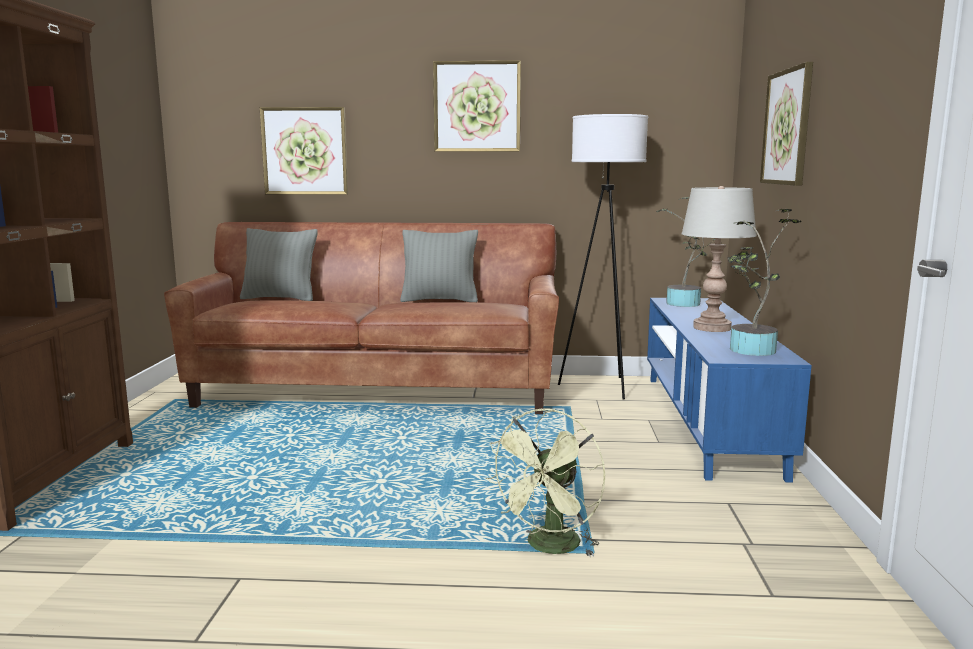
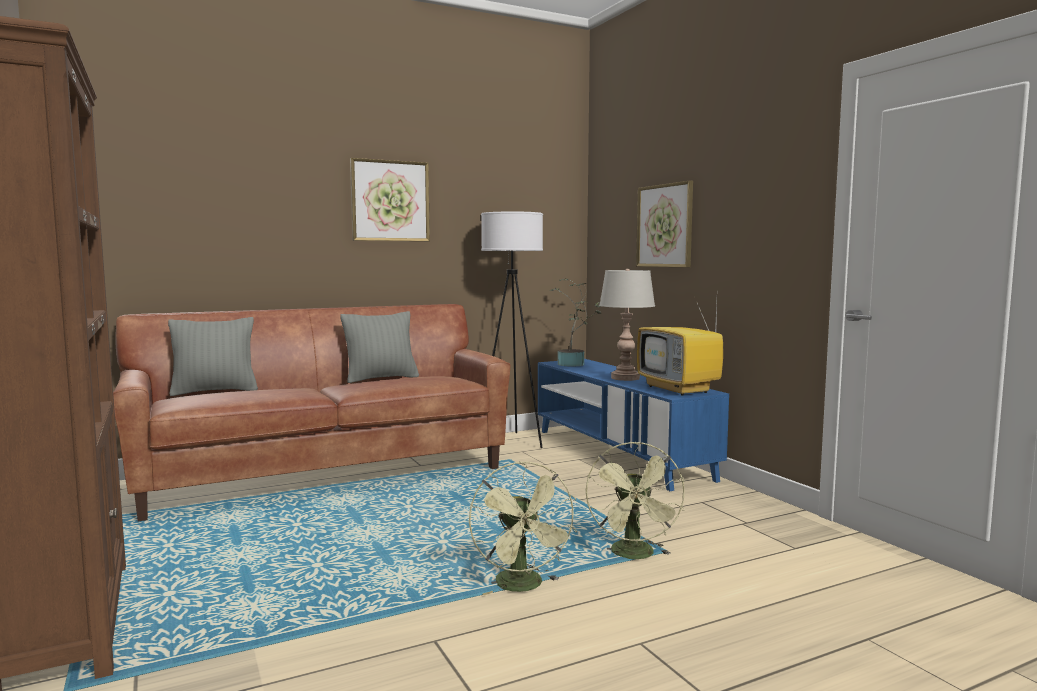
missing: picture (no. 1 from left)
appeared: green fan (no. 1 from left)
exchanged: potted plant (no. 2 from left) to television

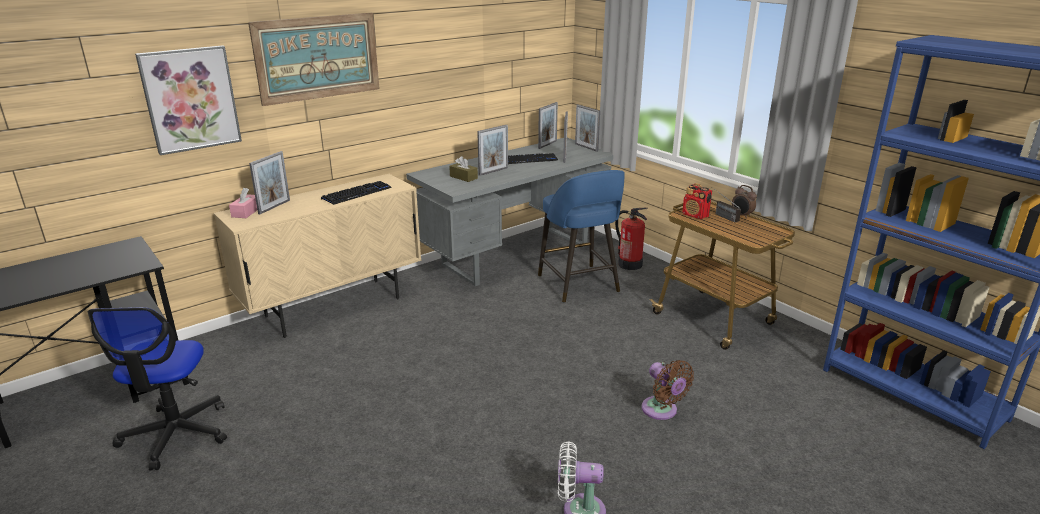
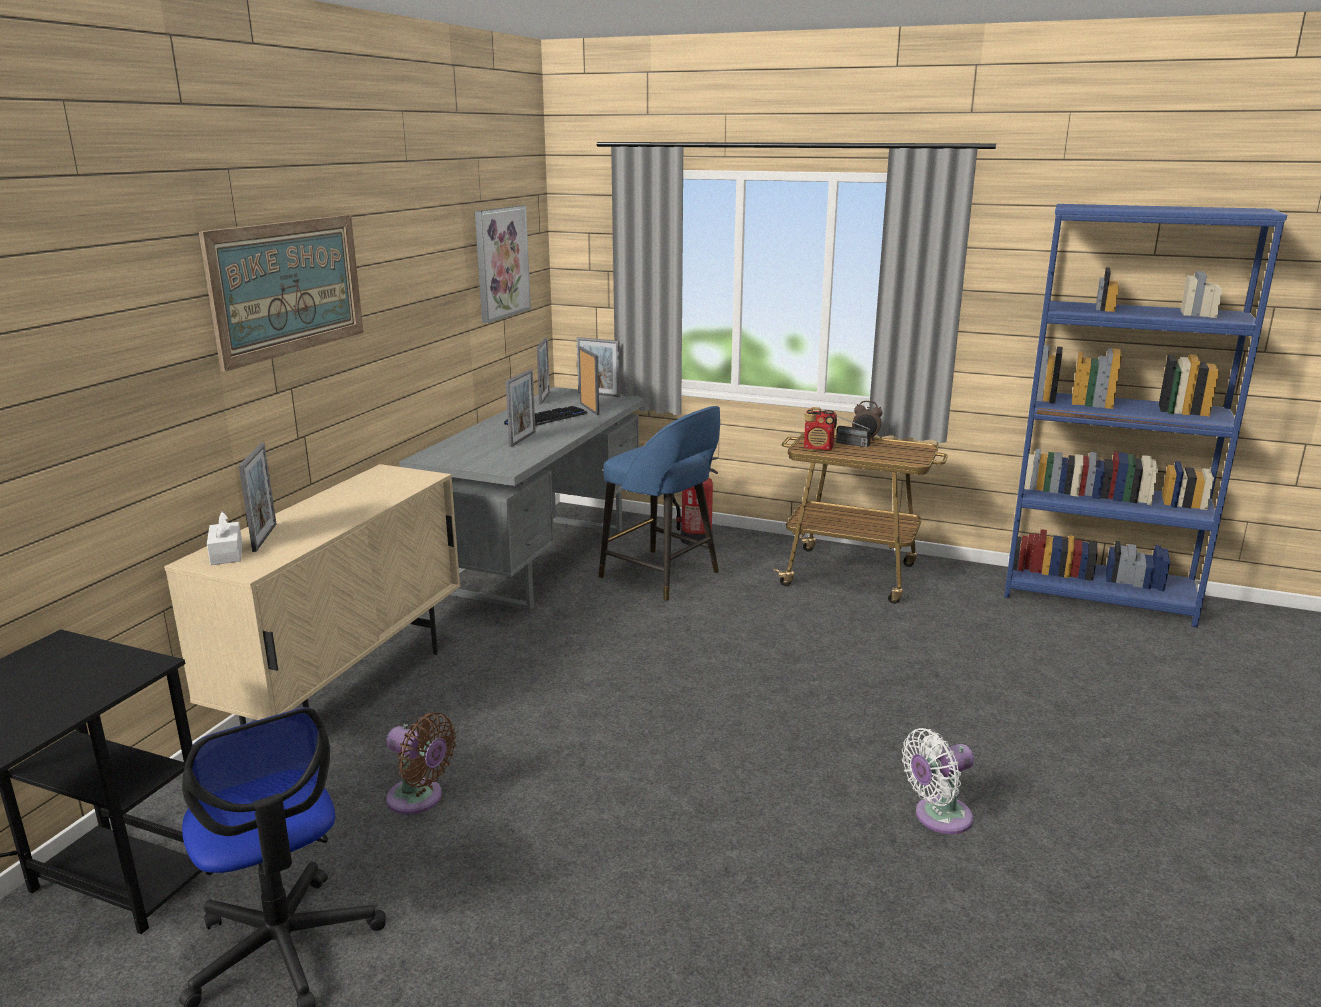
missing: keyboard (no. 1 from left); brown tissue box
relocated: brown fan; picture (no. 1 from left in the first image) to picture (no. 2 from left)
colour: pink tissue box to white tissue box

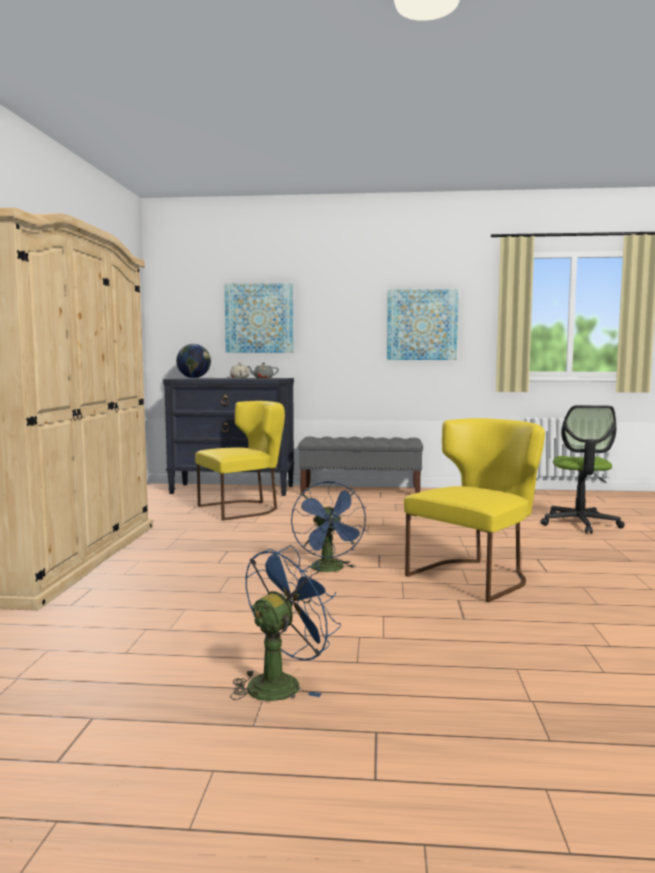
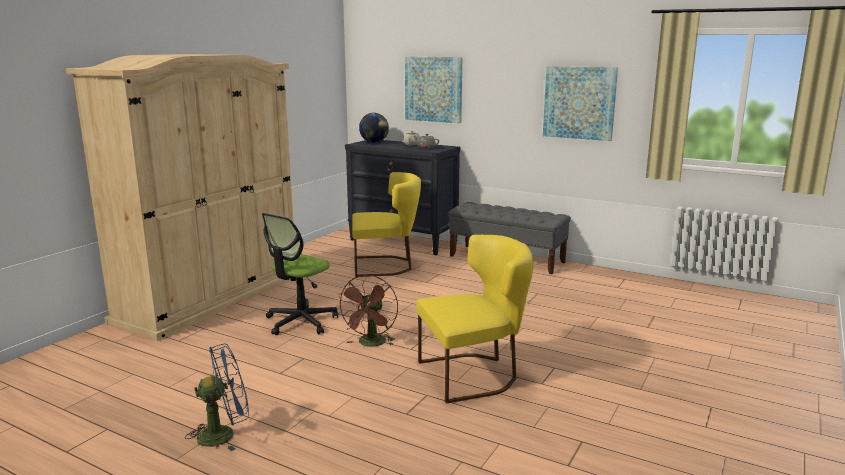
relocated: office chair
colour: blue fan (no. 2 from left) to brown fan

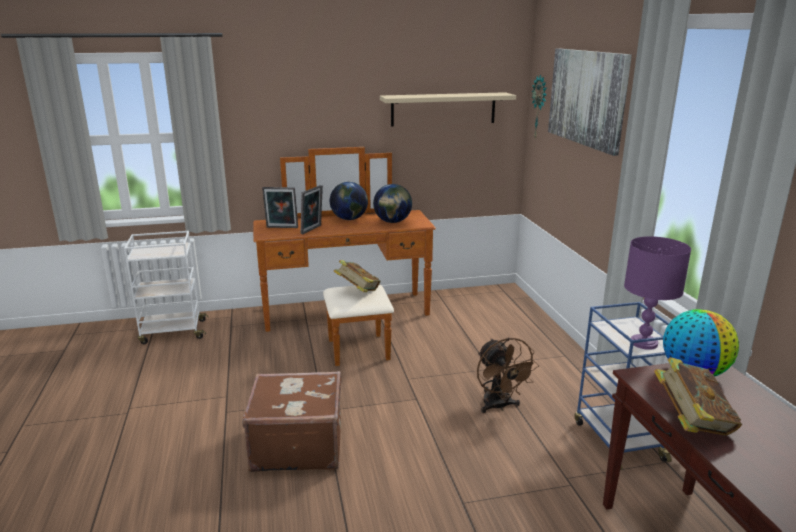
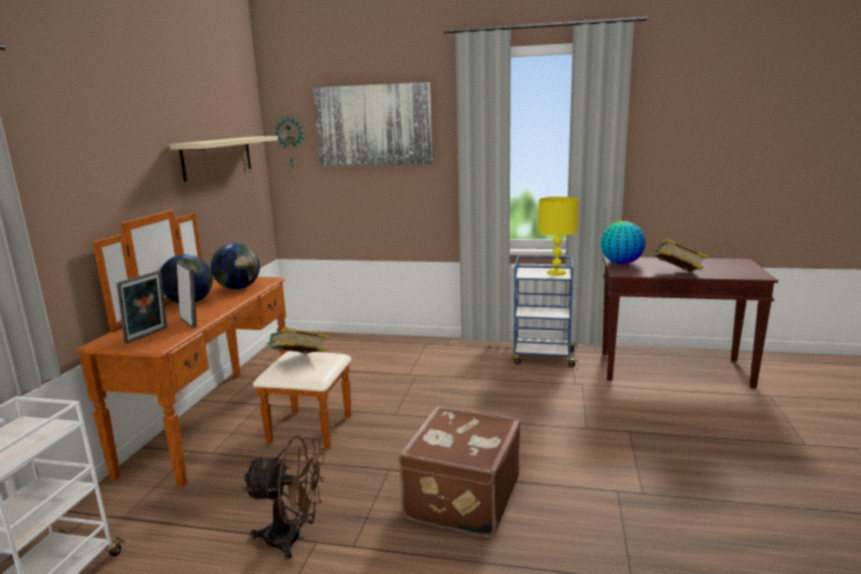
relocated: brown fan
colour: purple table lamp to yellow table lamp

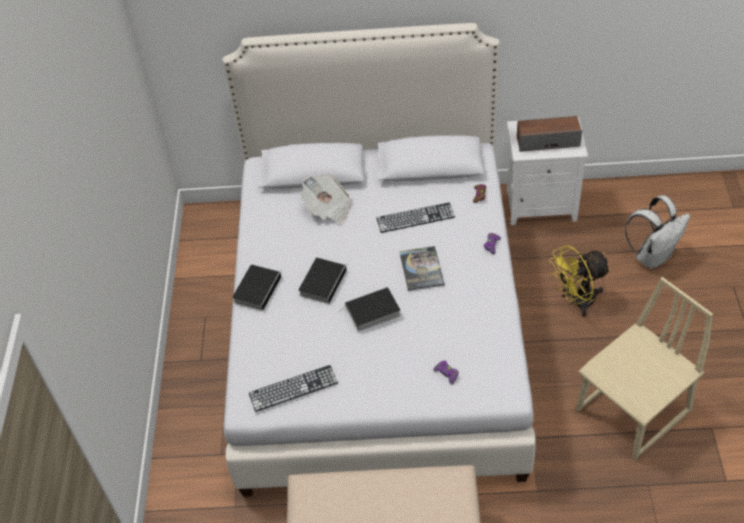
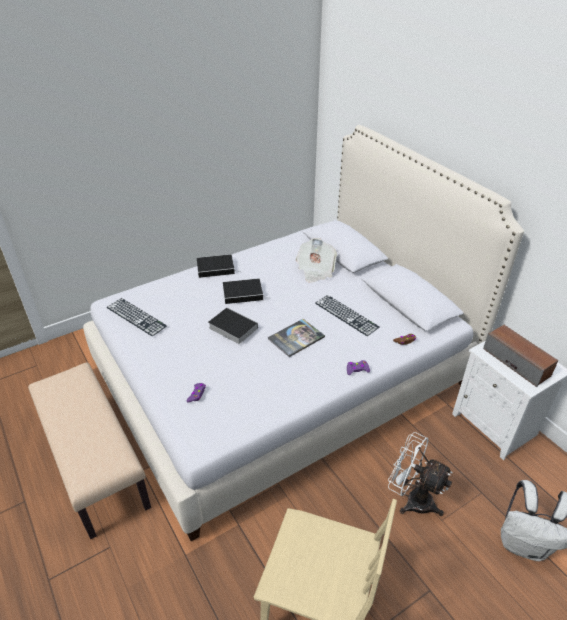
colour: yellow fan to white fan

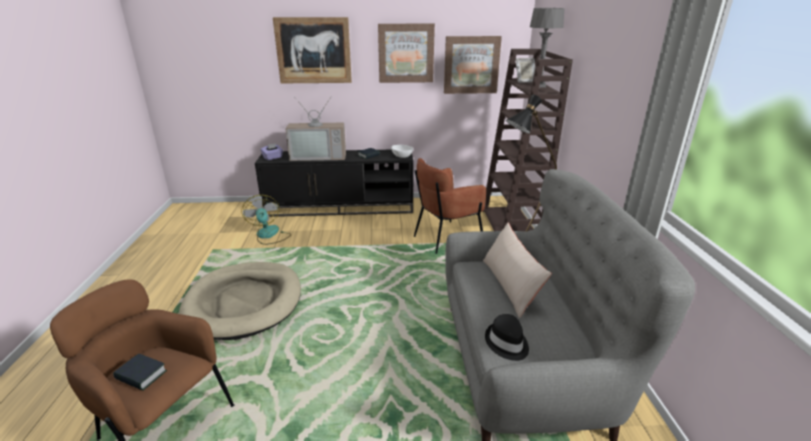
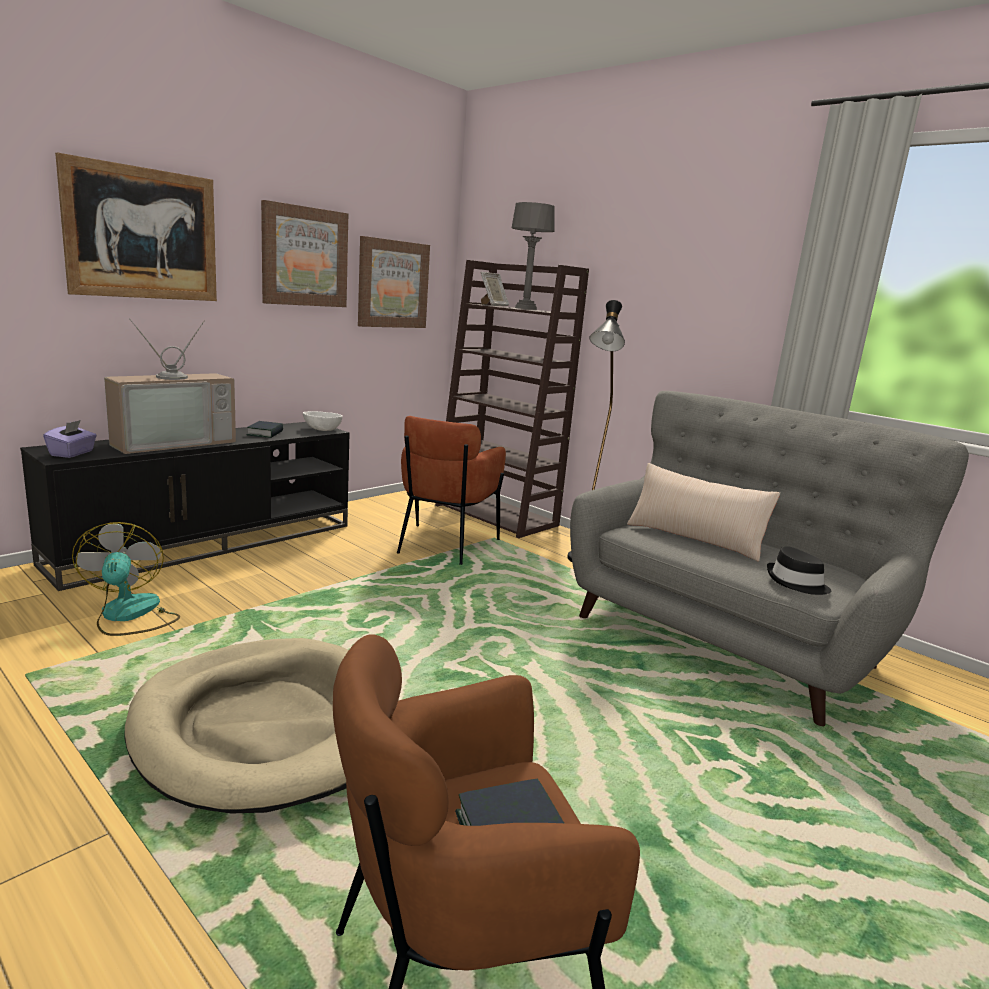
spun: fan 45 degrees clockwise

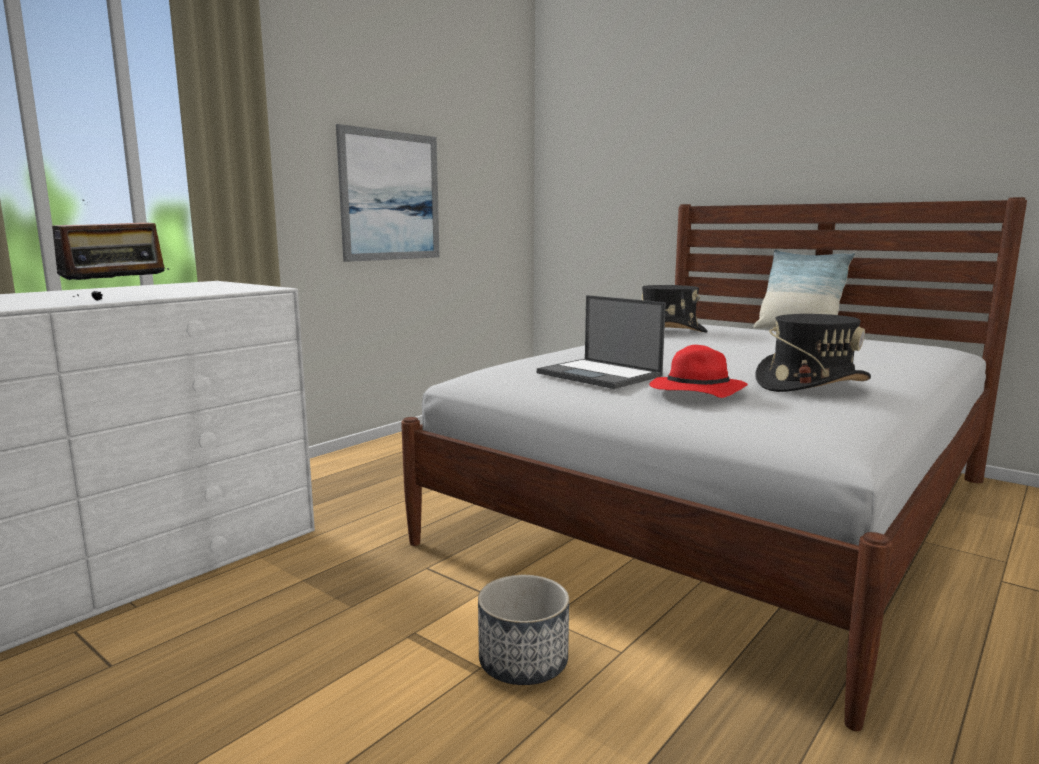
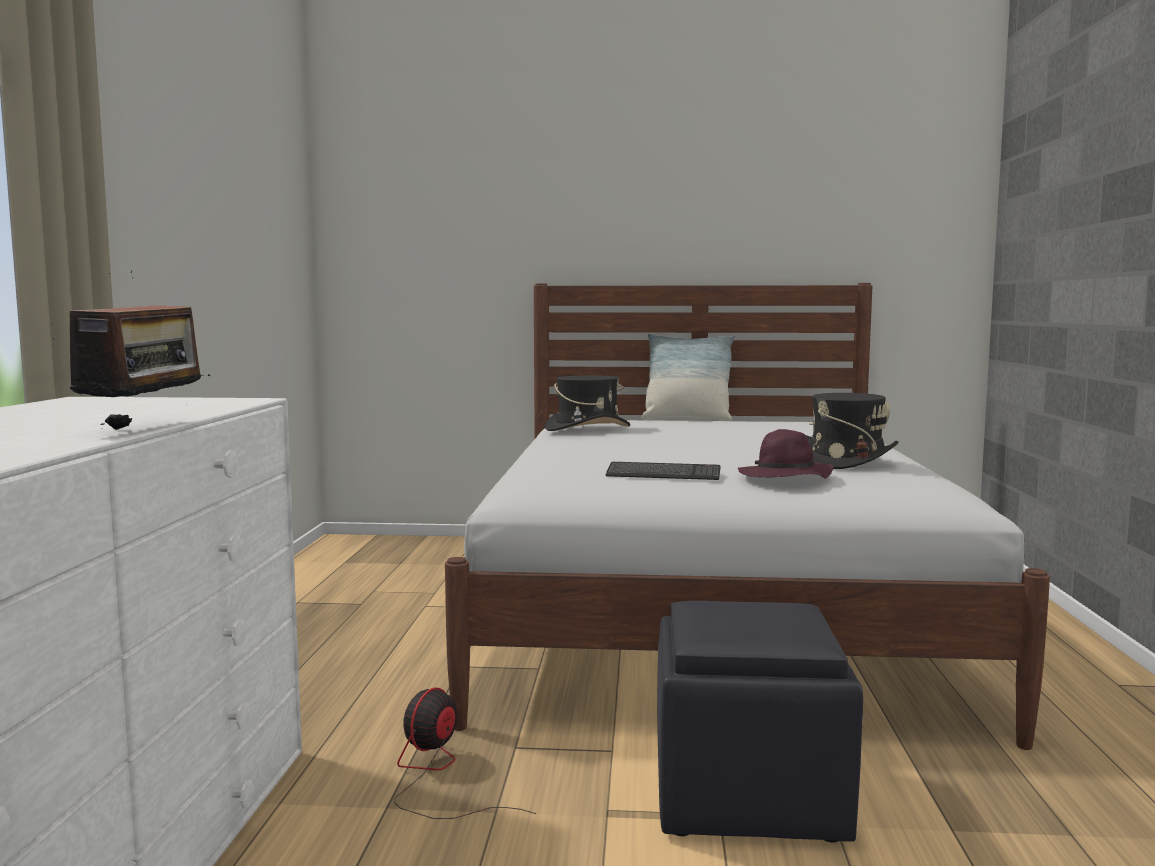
missing: picture
appeared: fan
exchanged: laptop to keyboard; planter to black ottoman
colour: red hat to purple hat

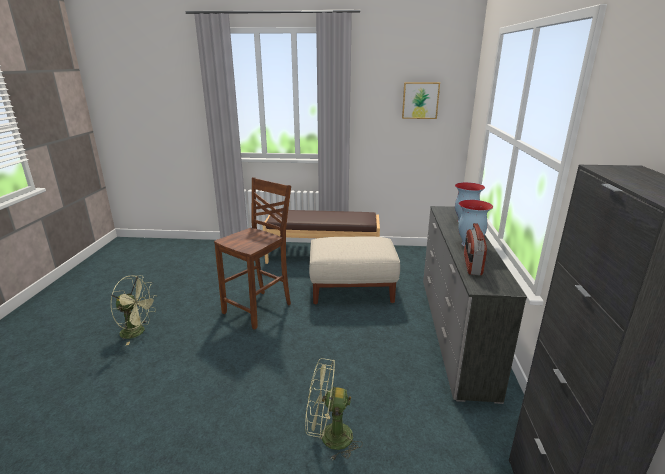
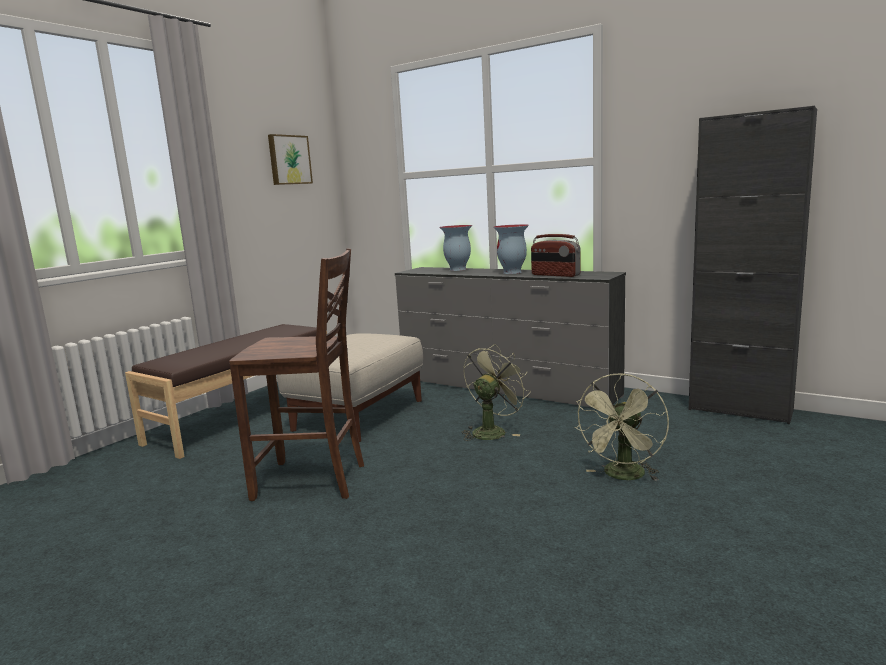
relocated: green fan (no. 1 from left)
spun: brown chair 120 degrees clockwise

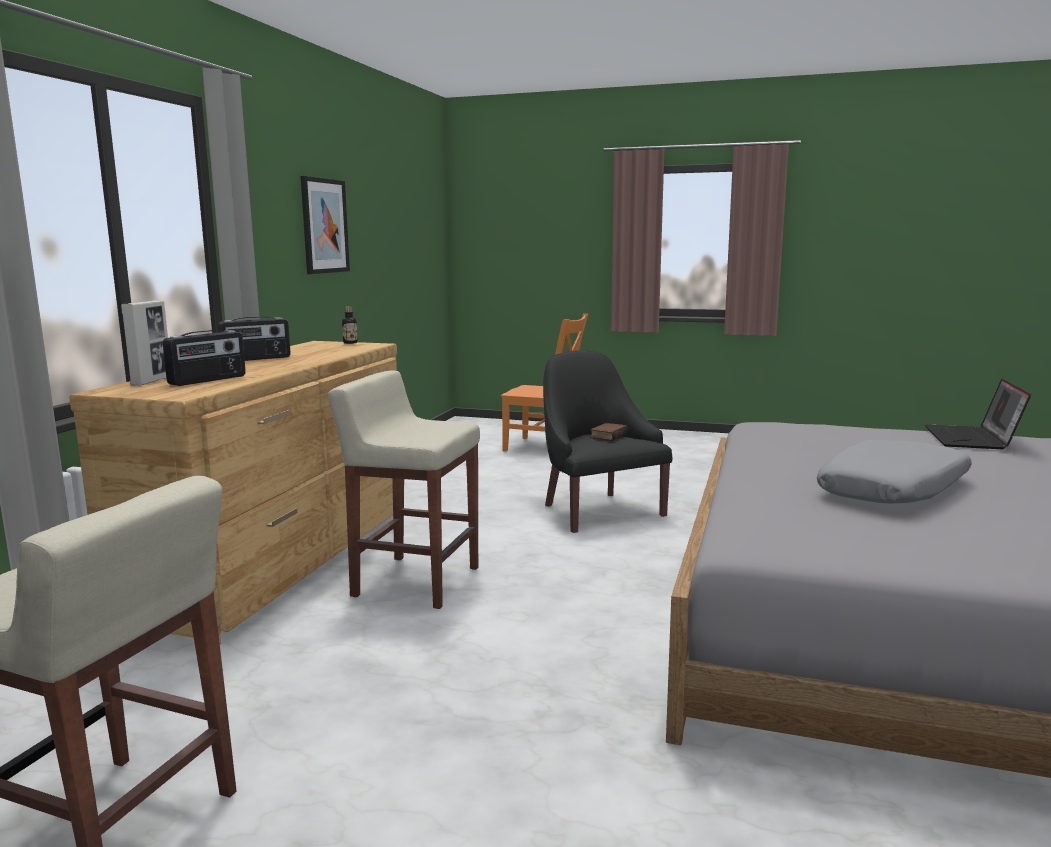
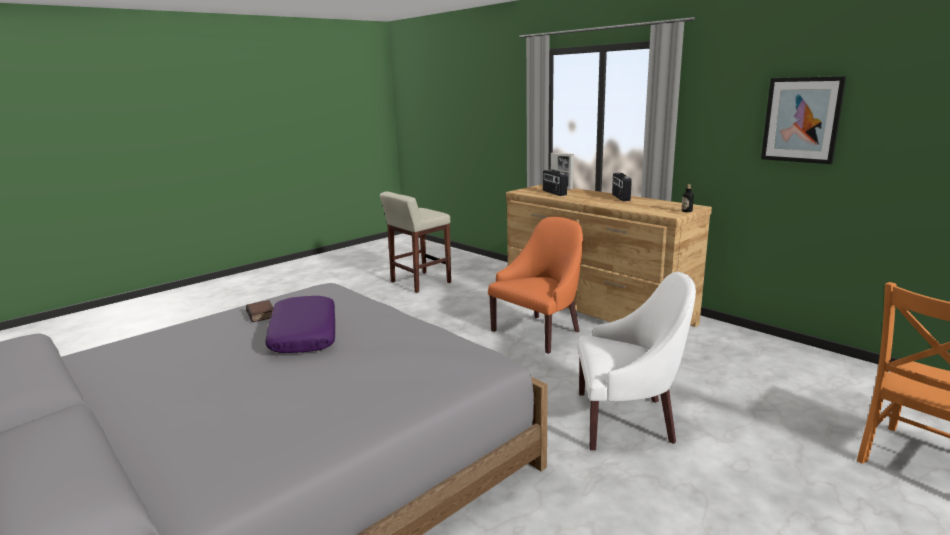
missing: laptop
relocated: book
exchanged: beige stool (no. 2 from left) to orange armchair
colour: grey pillow to purple pillow; black armchair to white armchair

